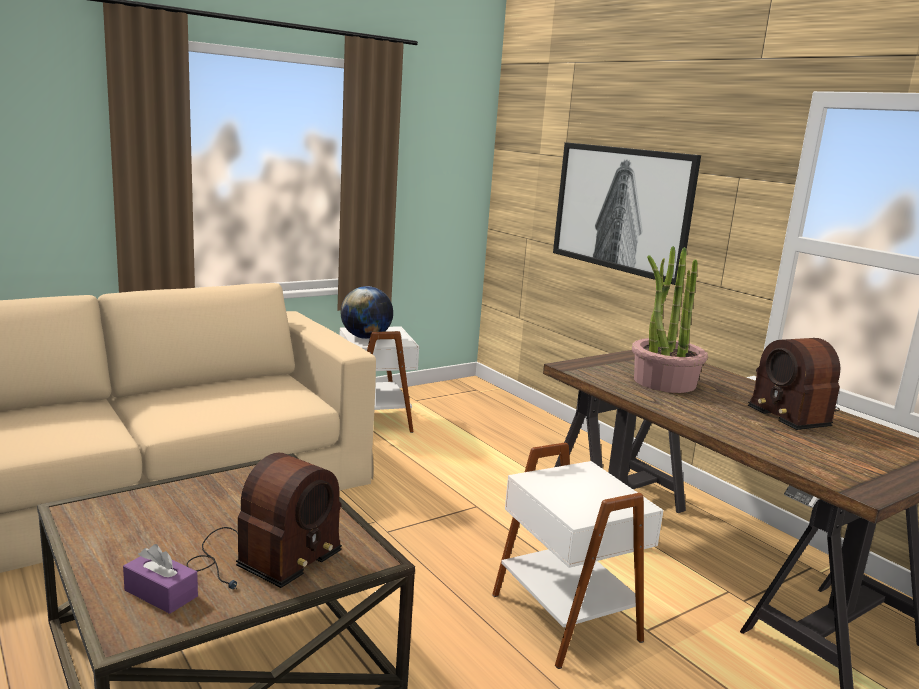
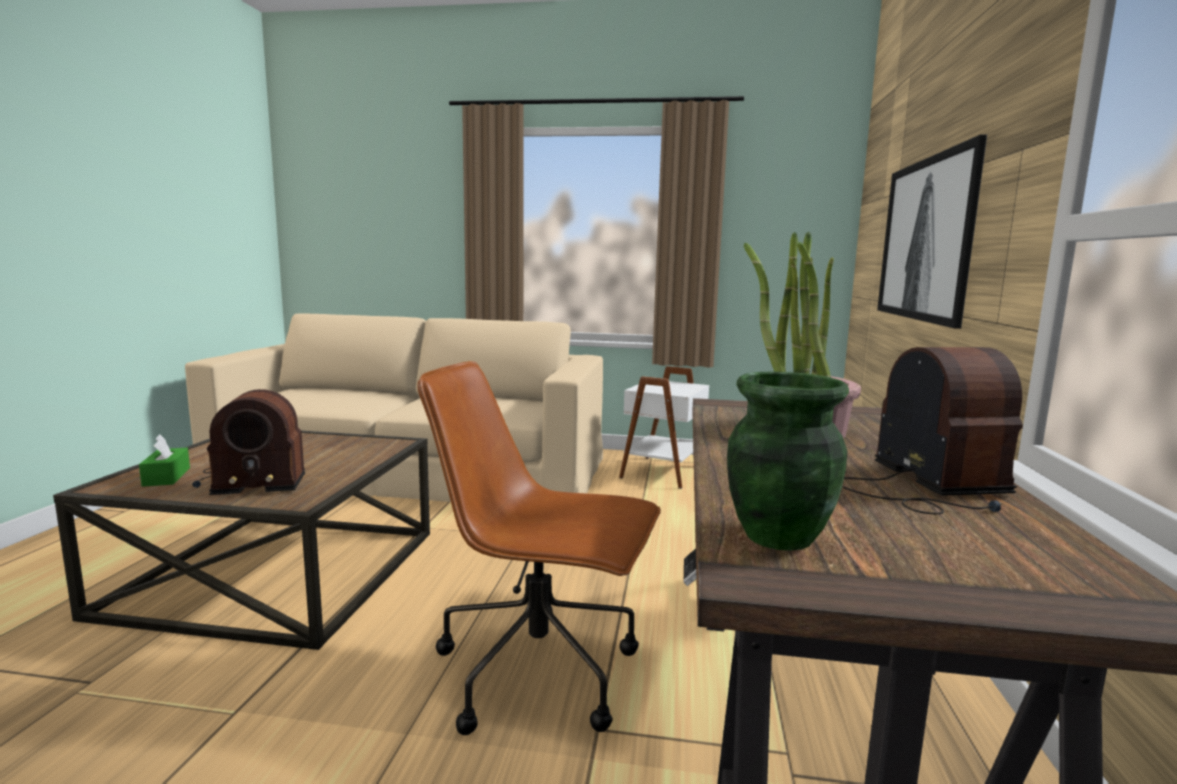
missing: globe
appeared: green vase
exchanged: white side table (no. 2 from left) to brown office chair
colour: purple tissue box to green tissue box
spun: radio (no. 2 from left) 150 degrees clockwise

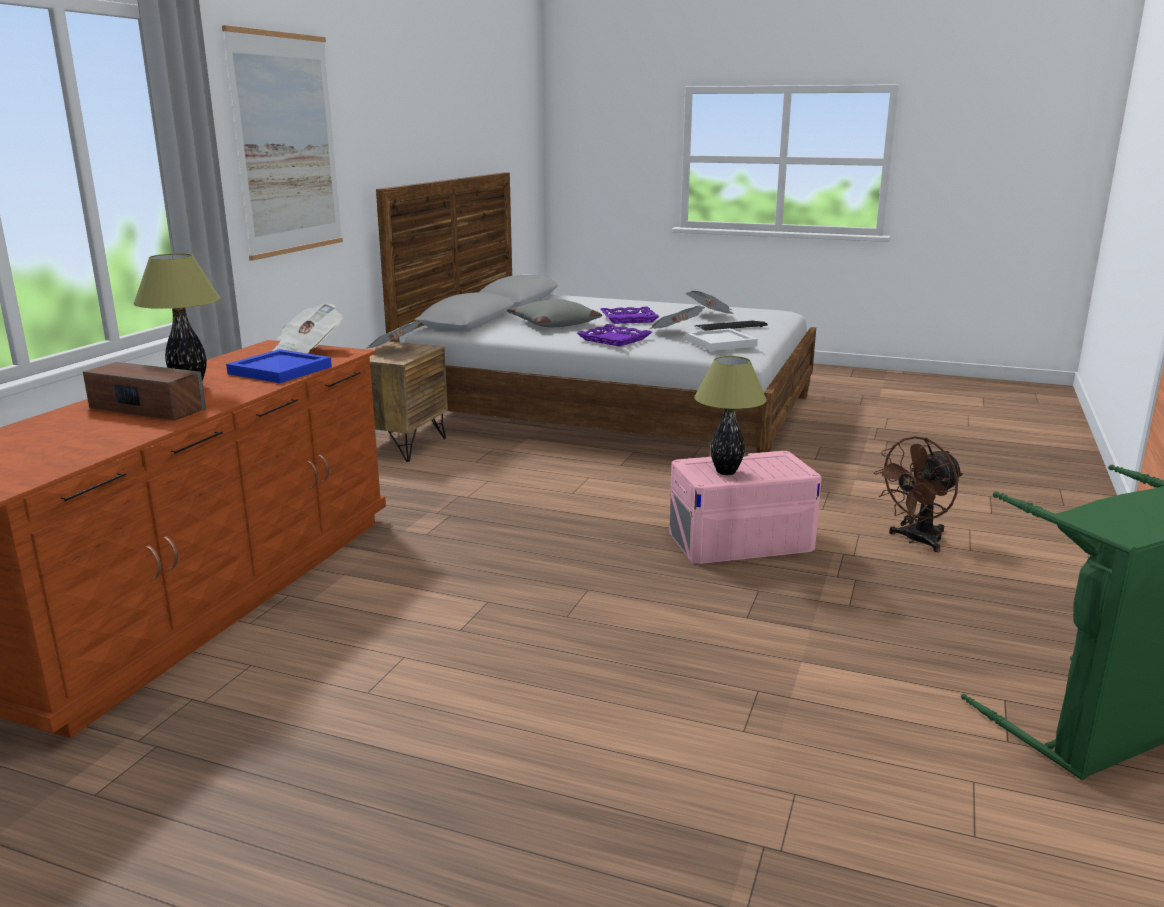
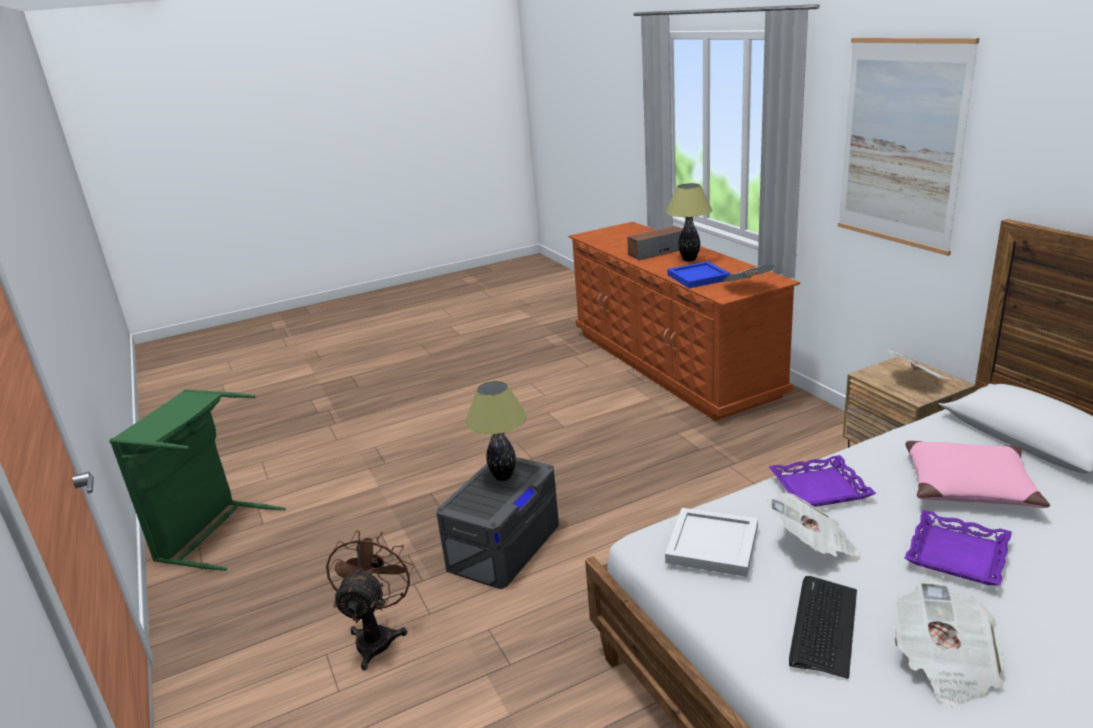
colour: pink storage box to grey storage box; grey pillow to pink pillow

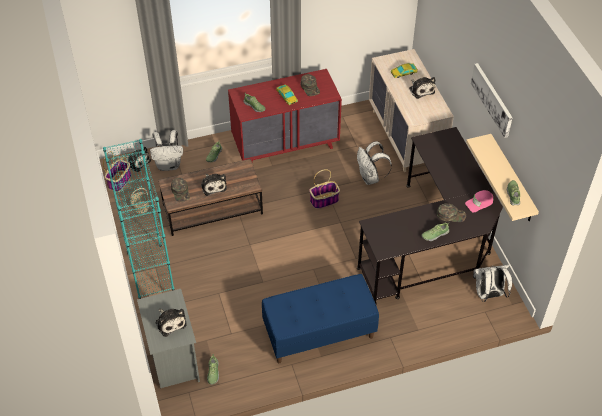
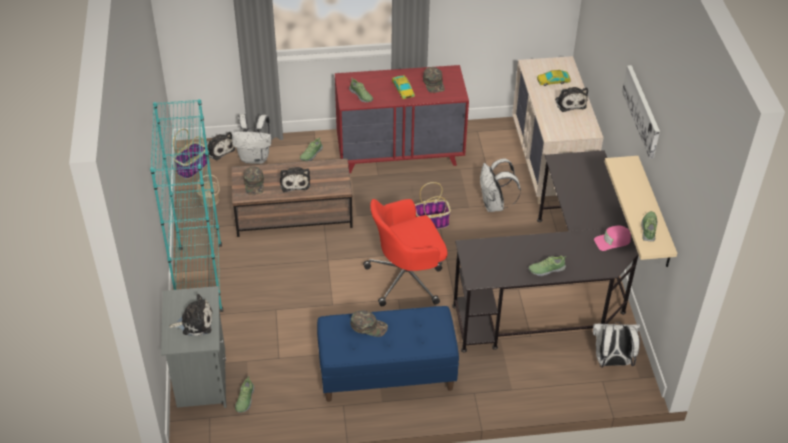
appeared: red office chair
relocated: green cap (no. 3 from left in the first image) to green cap (no. 2 from left)
spun: plush toy (no. 2 from left in the first image) 75 degrees counterclockwise

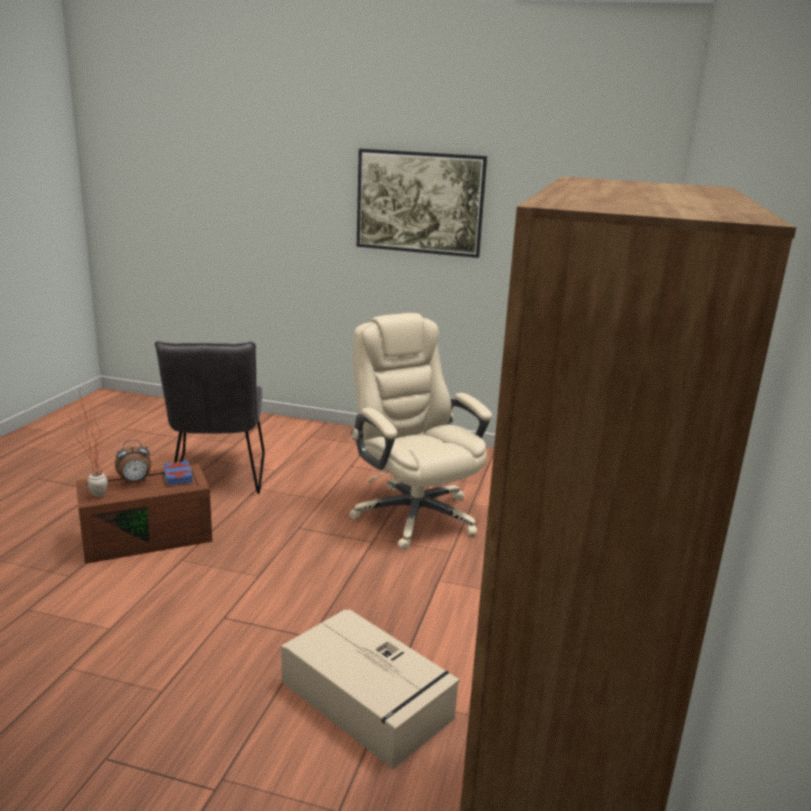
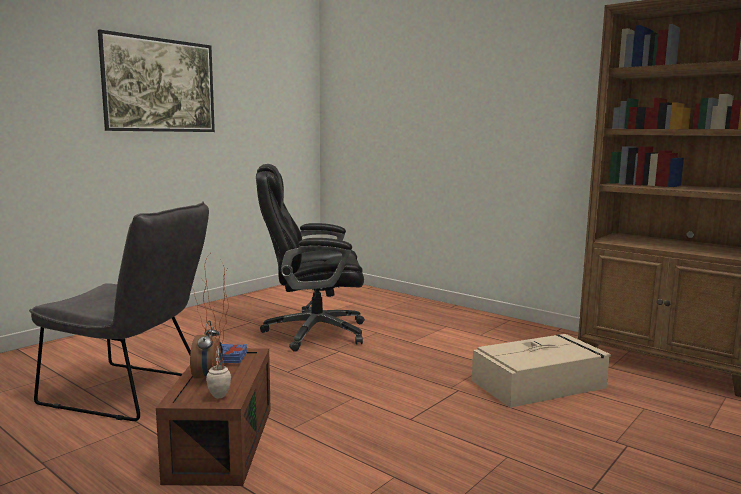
colour: beige office chair to black office chair

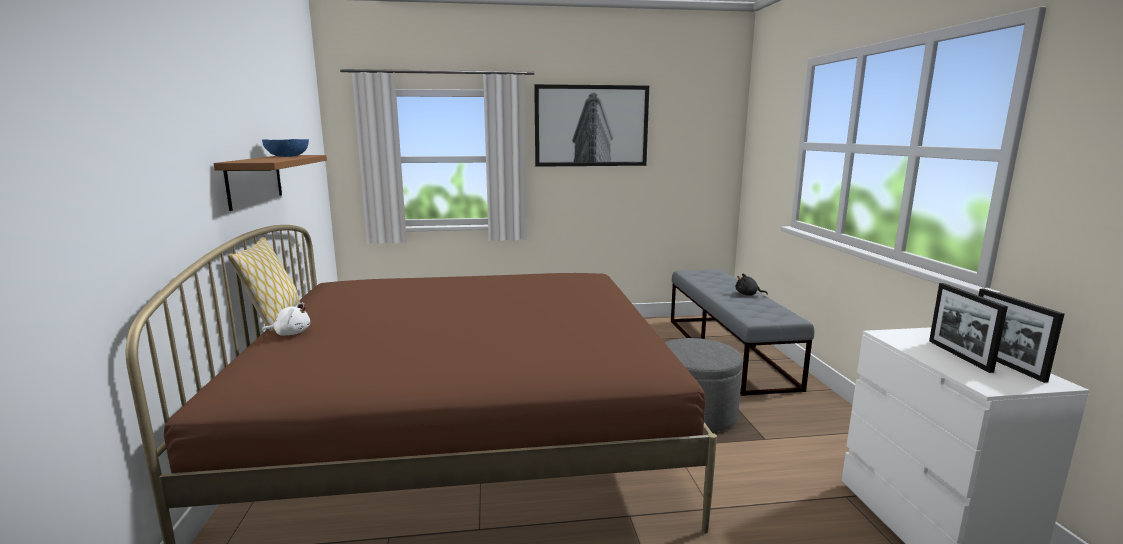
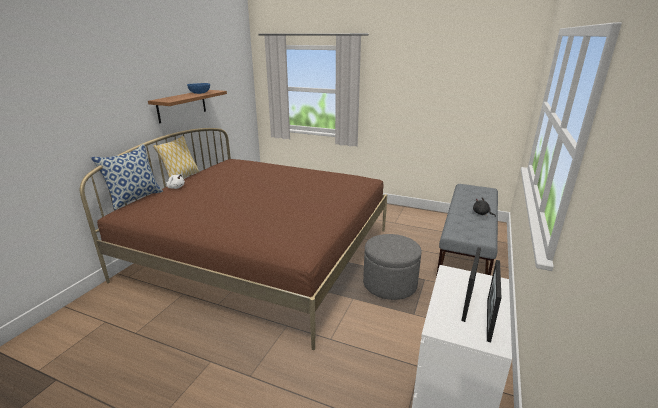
missing: picture
appeared: pillow (no. 1 from left)

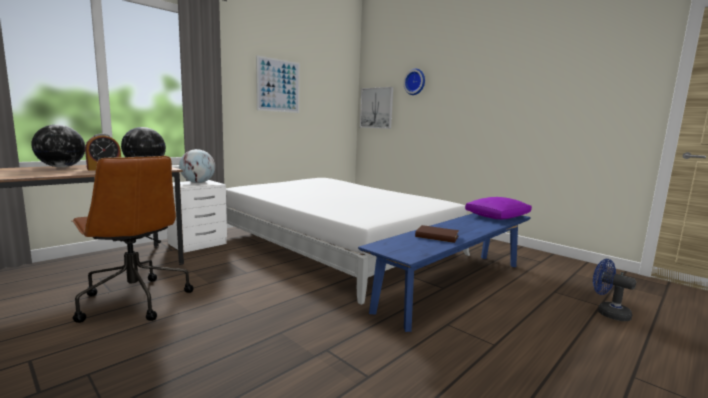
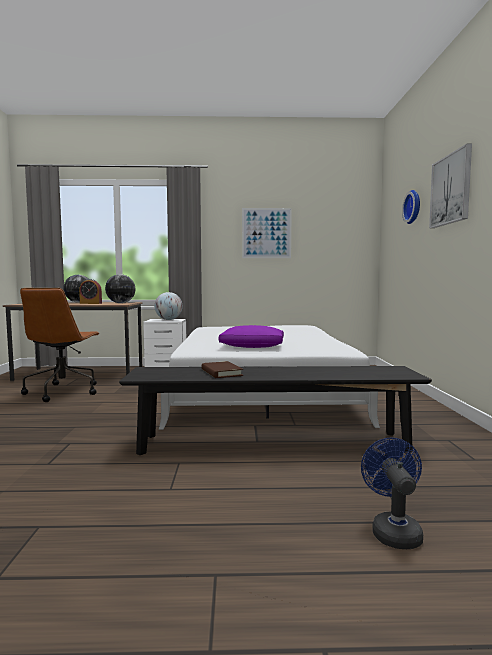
relocated: purple pillow; picture (no. 2 from left)
colour: blue bench to black bench

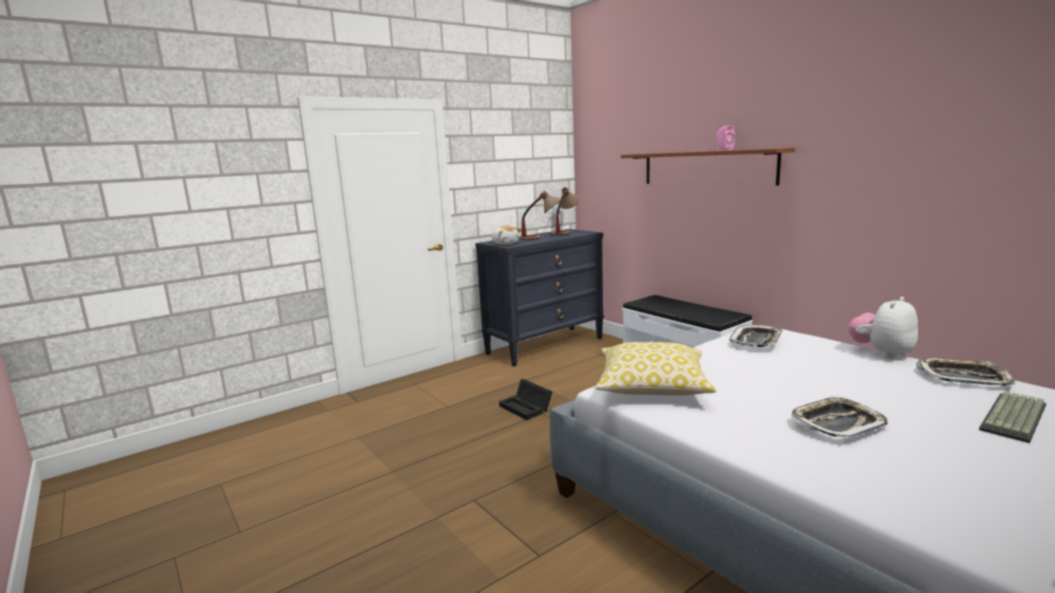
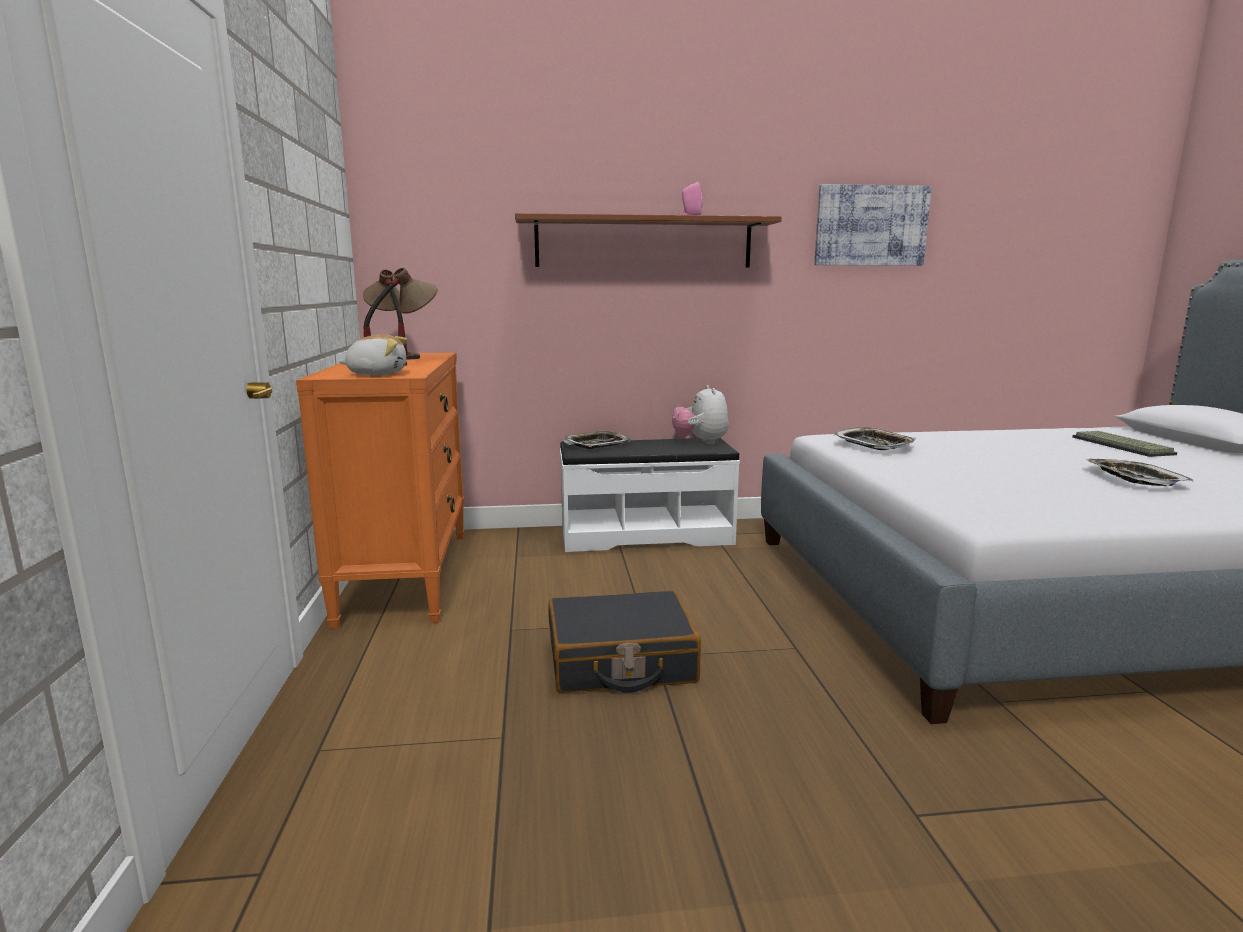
missing: pillow
appeared: picture
relocated: tray (no. 3 from left in the first image) to tray (no. 1 from left); plush toy (no. 2 from left)
exchanged: black storage box to black suitcase
colour: black dresser to orange dresser

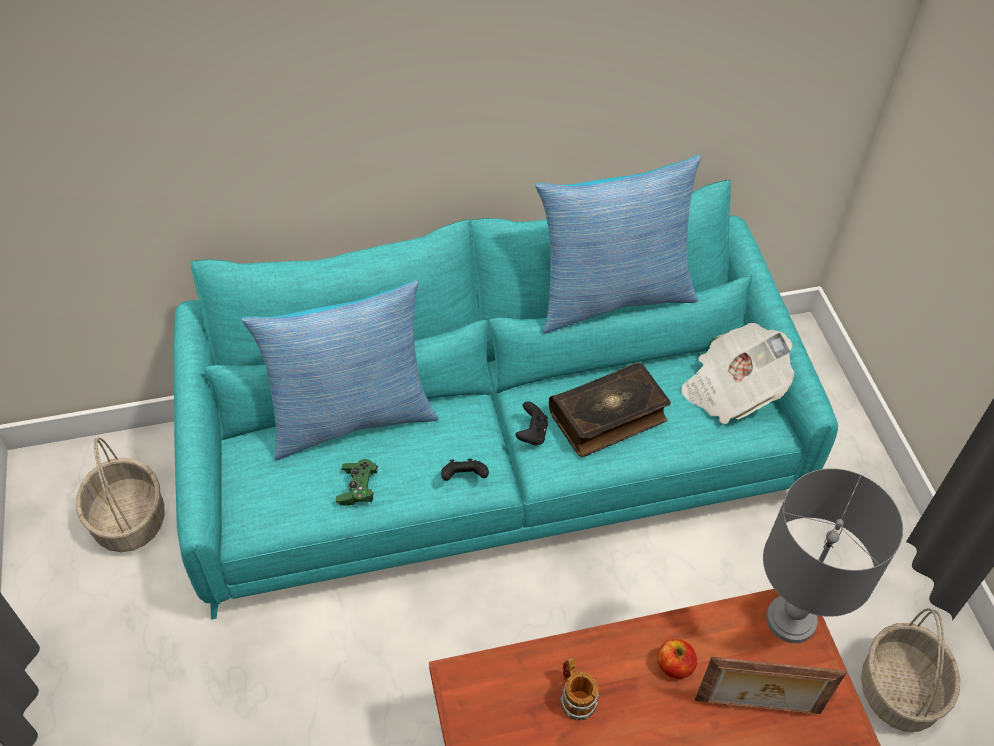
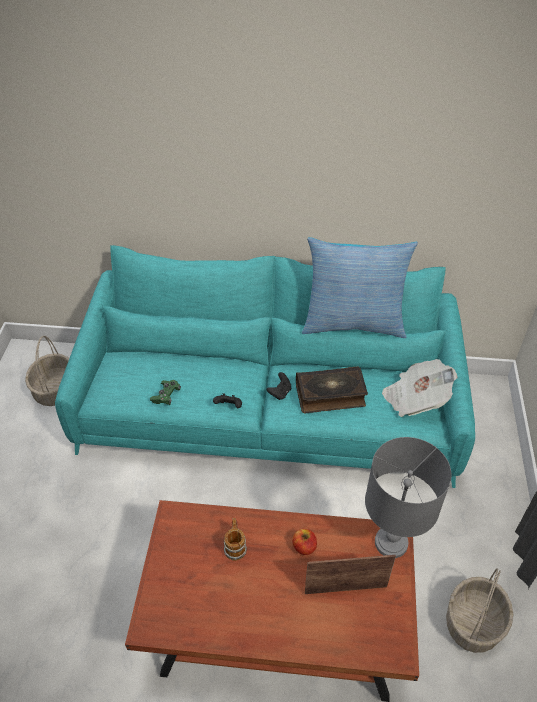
missing: pillow (no. 1 from left)
spun: picture frame 150 degrees clockwise

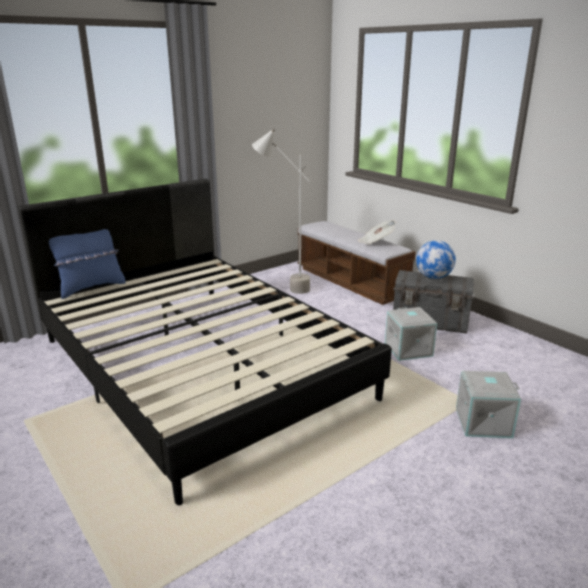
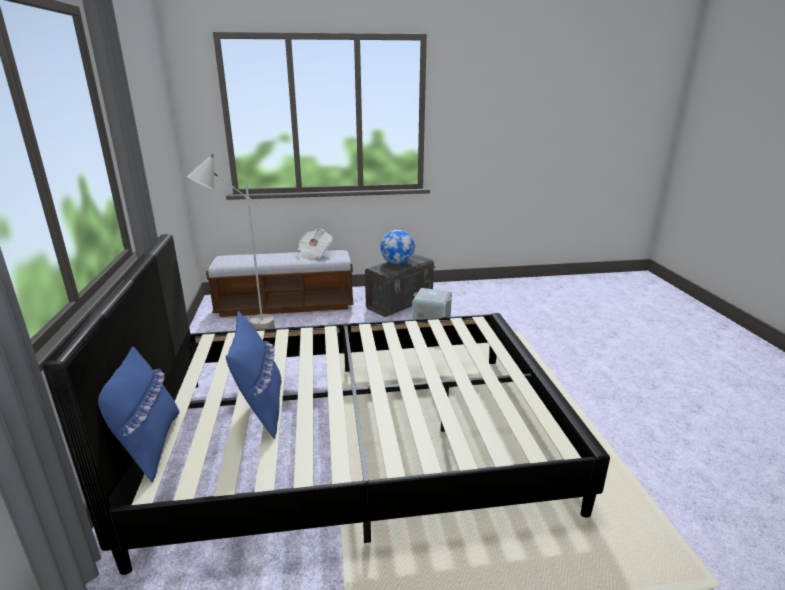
missing: grey storage box (no. 3 from left)
appeared: blue pillow (no. 2 from left)

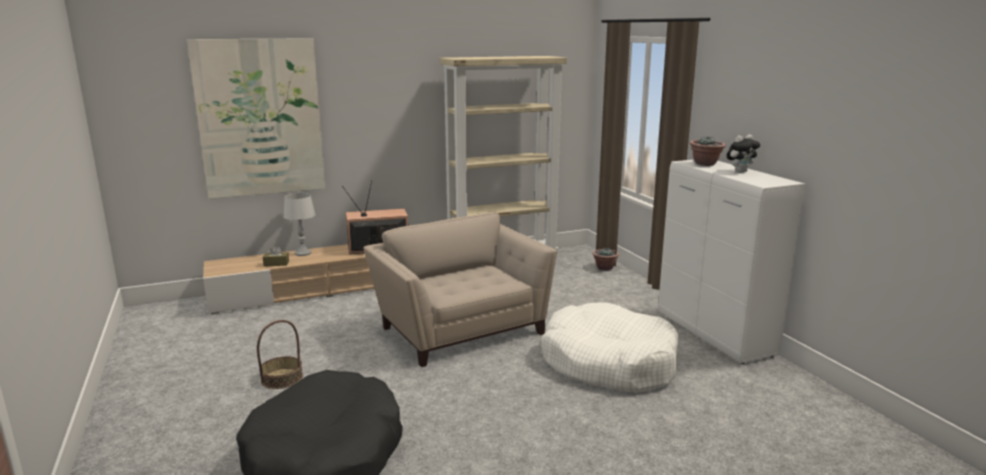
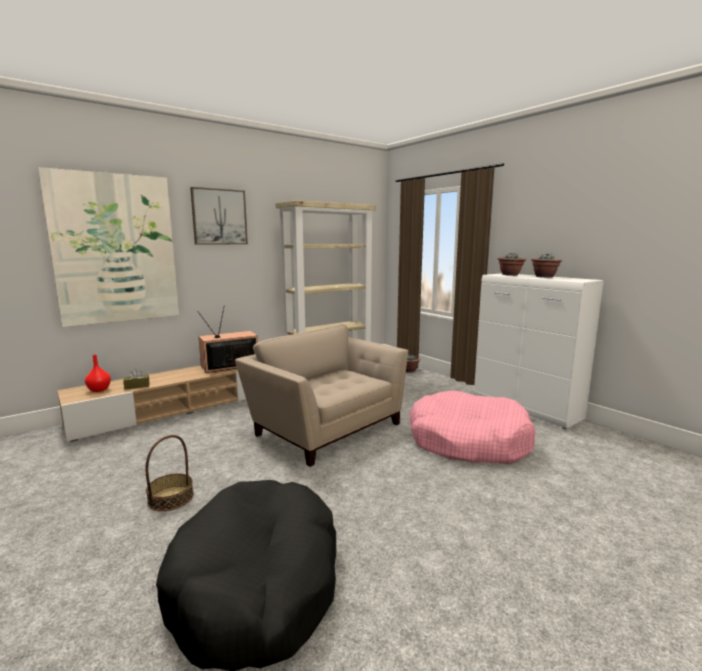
missing: grey table lamp
appeared: red vase; picture (no. 2 from left)
exchanged: plush toy to potted plant (no. 3 from left)
colour: white dog bed to pink dog bed

